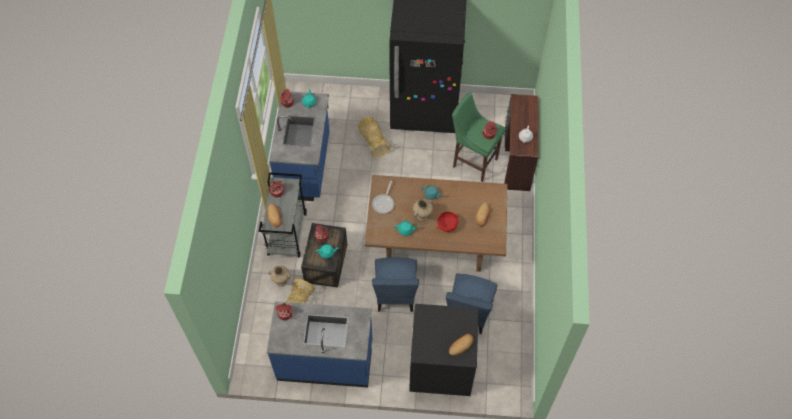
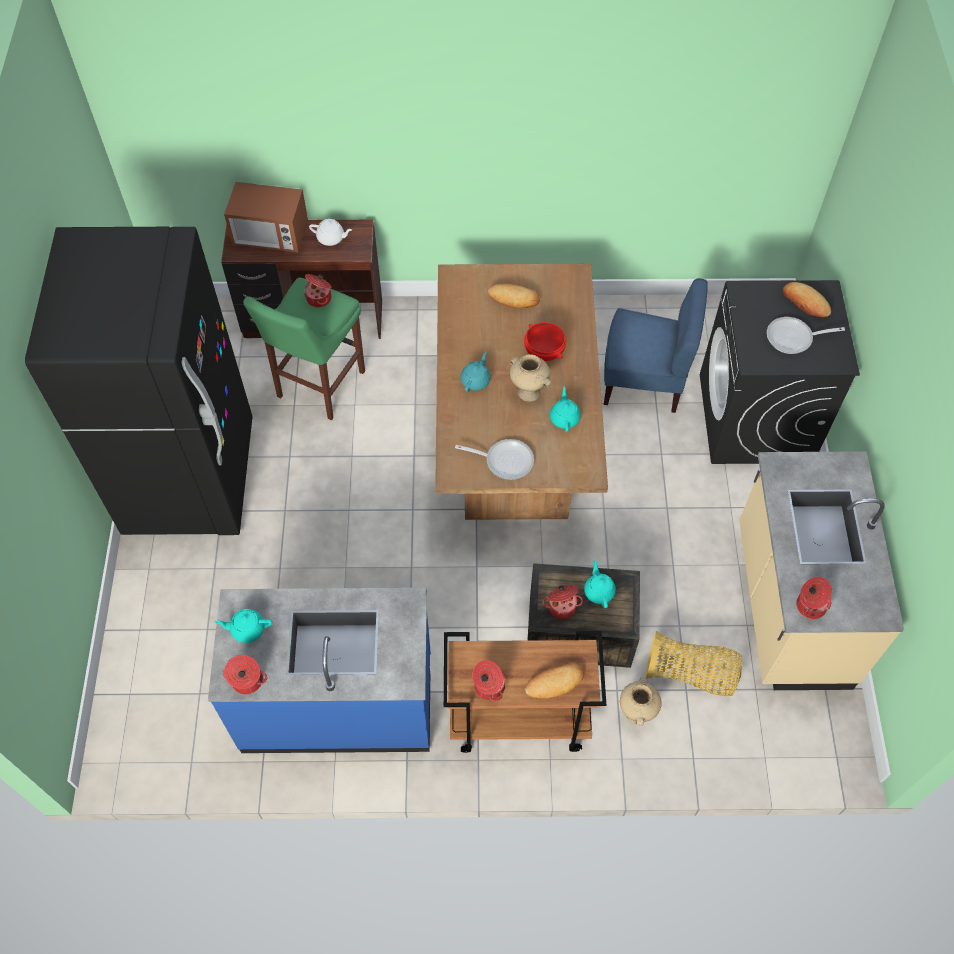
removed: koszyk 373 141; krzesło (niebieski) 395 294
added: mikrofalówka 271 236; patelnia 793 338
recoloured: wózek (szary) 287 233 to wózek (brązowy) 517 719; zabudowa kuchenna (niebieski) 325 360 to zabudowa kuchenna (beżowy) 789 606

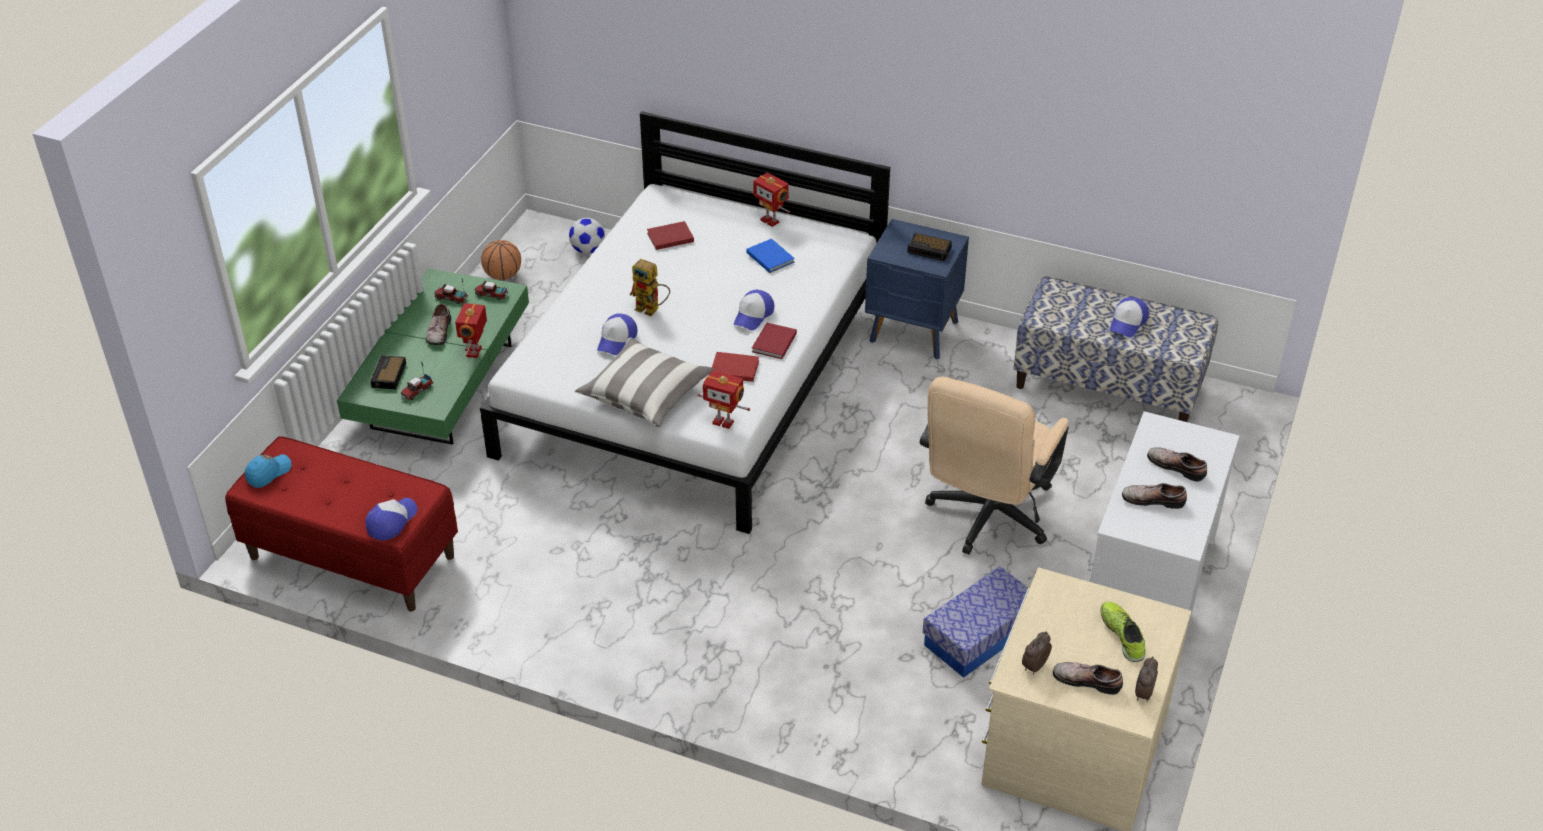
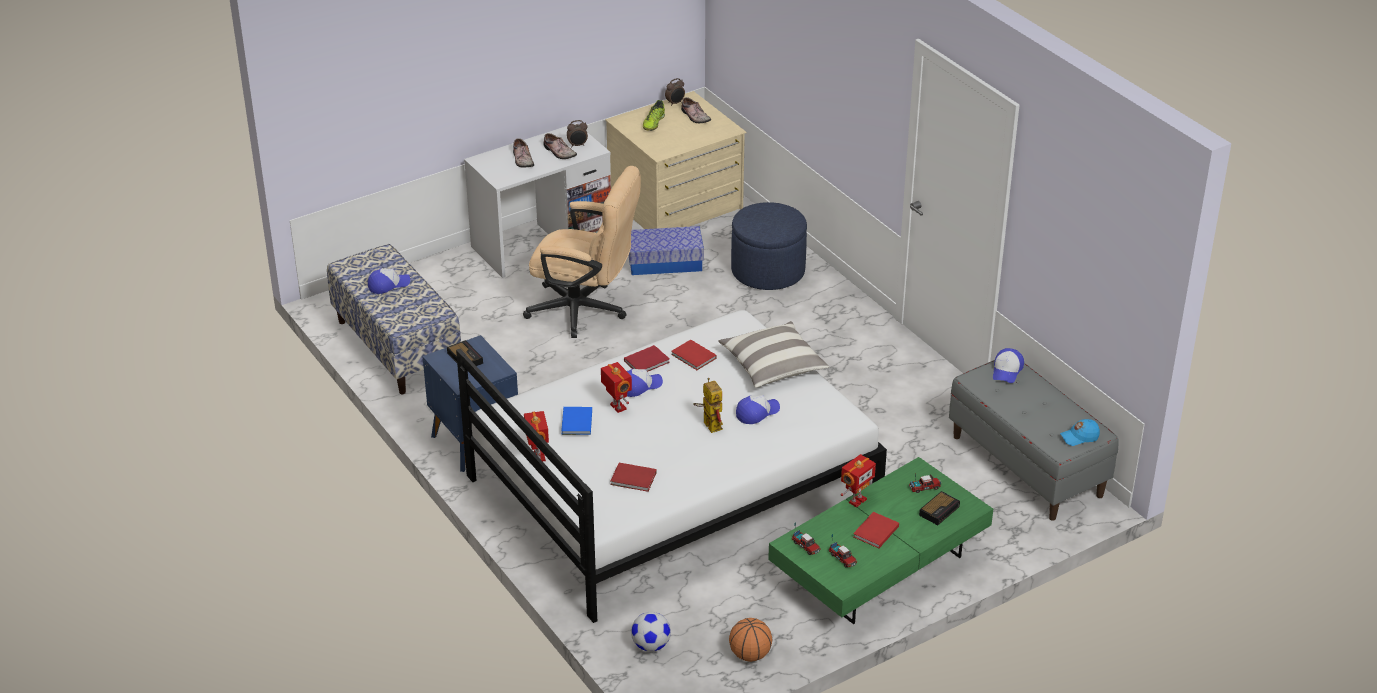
added: pufa (niebieski) 768 271
moved: robot zabawkowy 723 421 to 617 407; budzik 1034 666 to 577 145
replaced: but 438 331 to książka (czerwony) 874 532
recoloured: ławka (czerwony) 351 557 to ławka (szary) 1027 466
turned: czapka z daszkiem 391 521 = 1007 370 45 degrees counterclockwise; krzesło biurowe (beżowy) 986 519 = 585 311 45 degrees clockwise

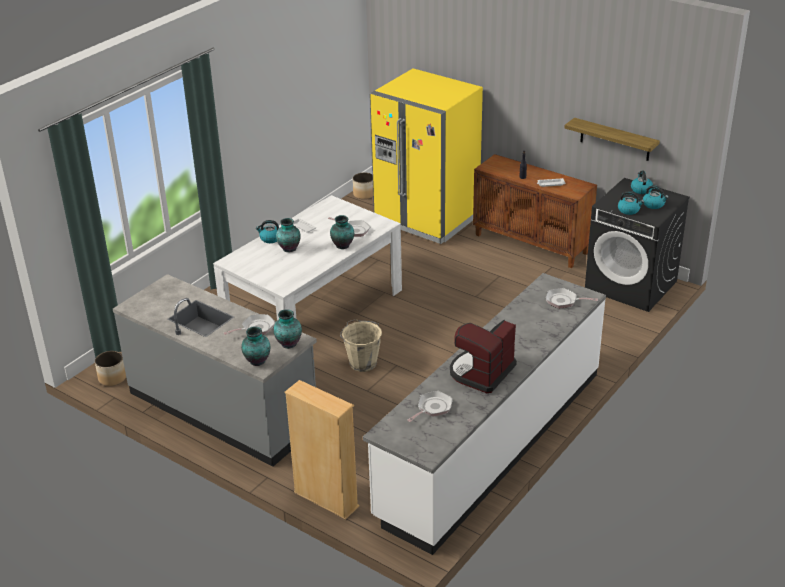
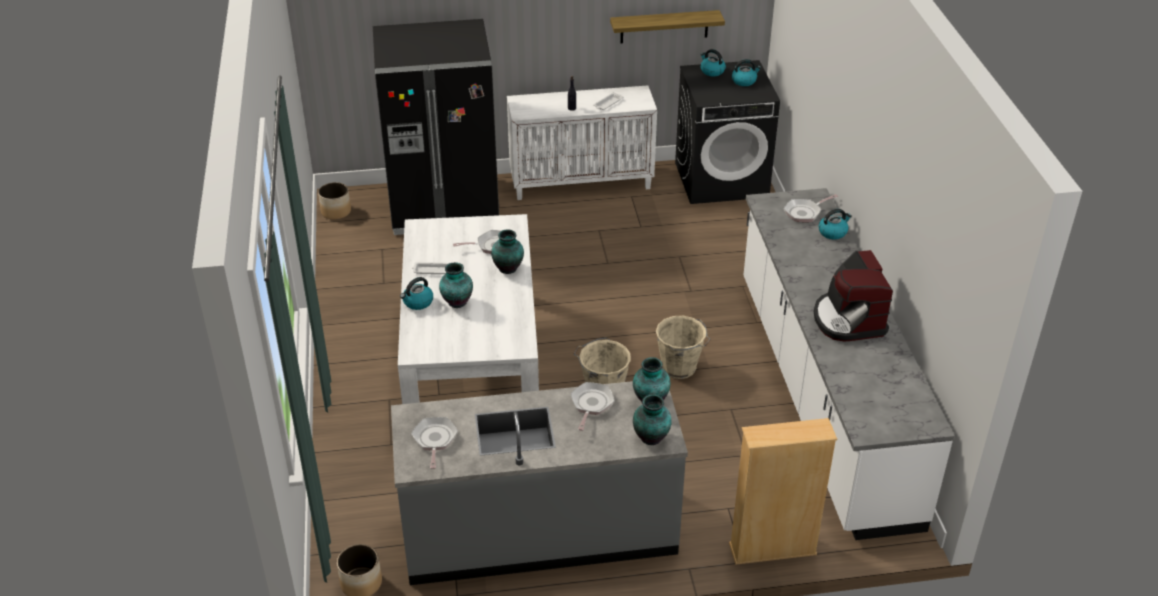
added: wiadro (beżowy) 680 368
moved: patelnia 432 408 to 434 440; czajnik 629 210 to 833 232
recoloured: lodówka (żółty) 426 219 to lodówka (czarny) 443 207; szafka (brązowy) 532 244 to szafka (biały) 582 182

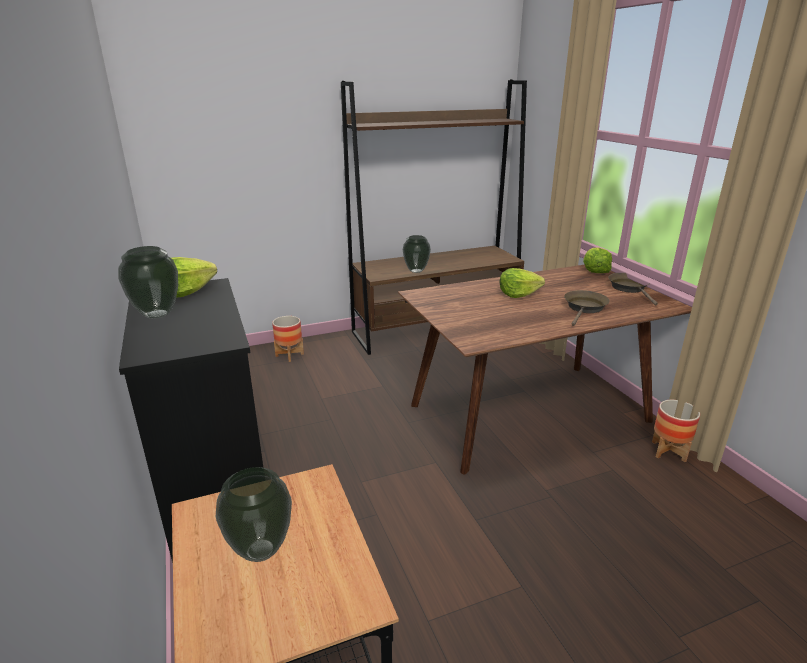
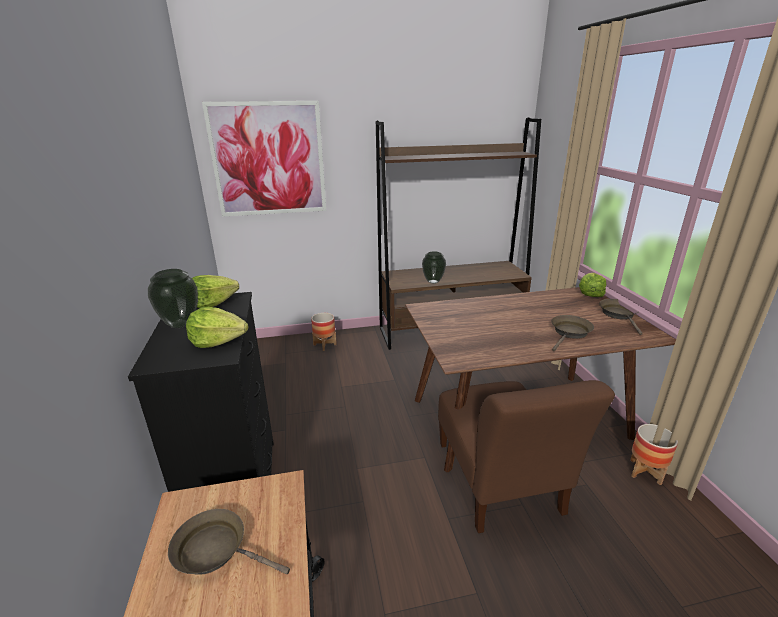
added: obraz 268 160; krzesło (brązowy) 499 482
moved: sałata 518 294 to 218 341
replaced: wazon 260 549 to patelnia (brązowy) 216 550

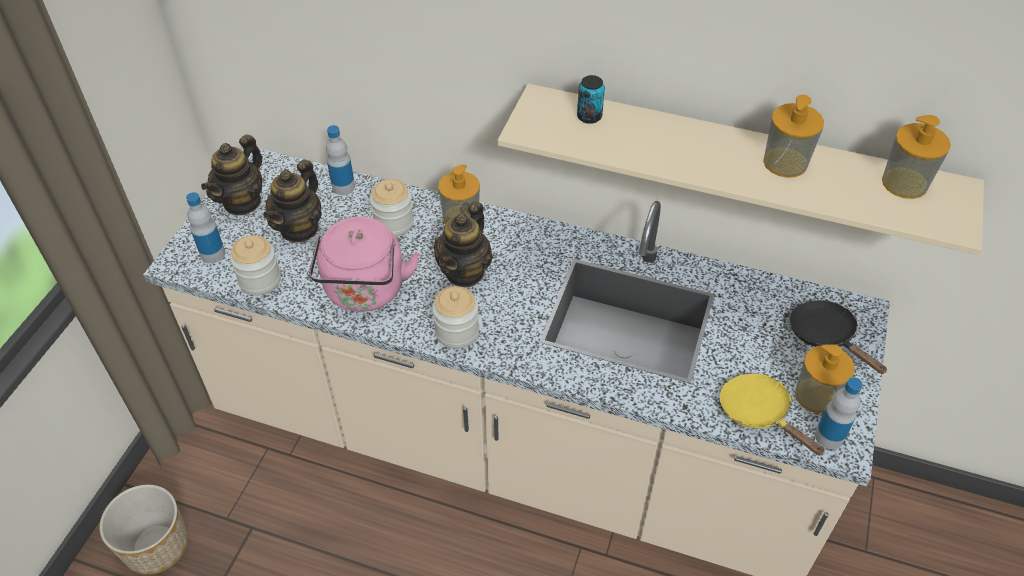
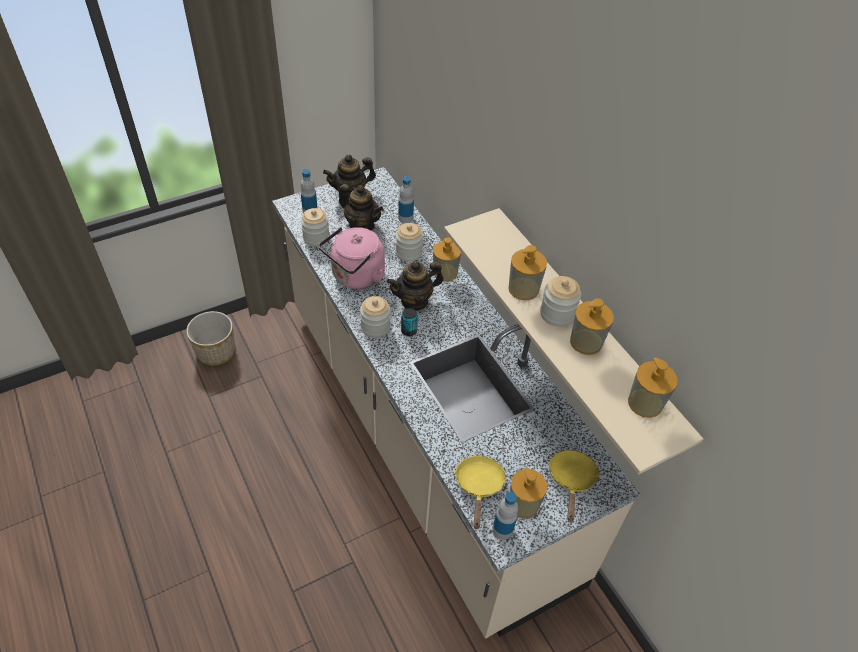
added: dozownik mydła 523 289; słoik 557 314
moved: puszka 589 116 to 409 331
recoloured: patelnia (czarny) 826 336 to patelnia (żółty) 572 480
turned: imbryk 299 228 = 361 225 120 degrees counterclockwise

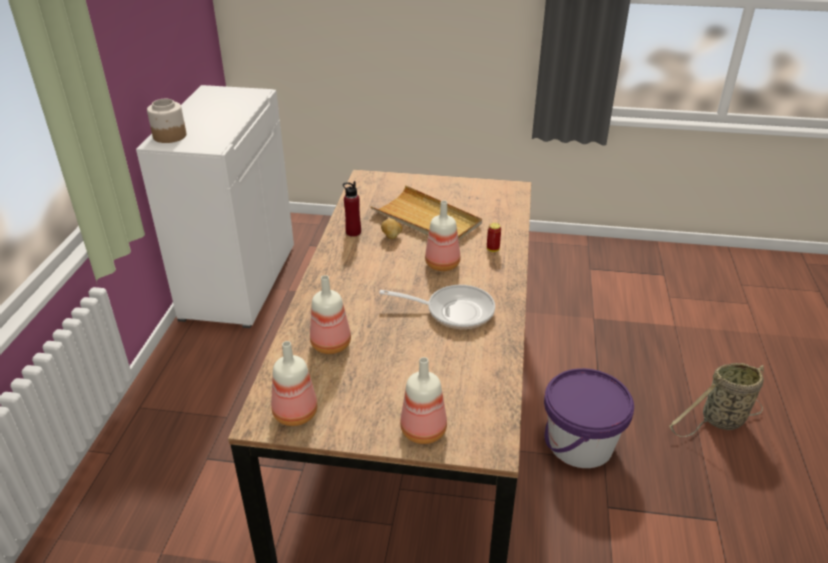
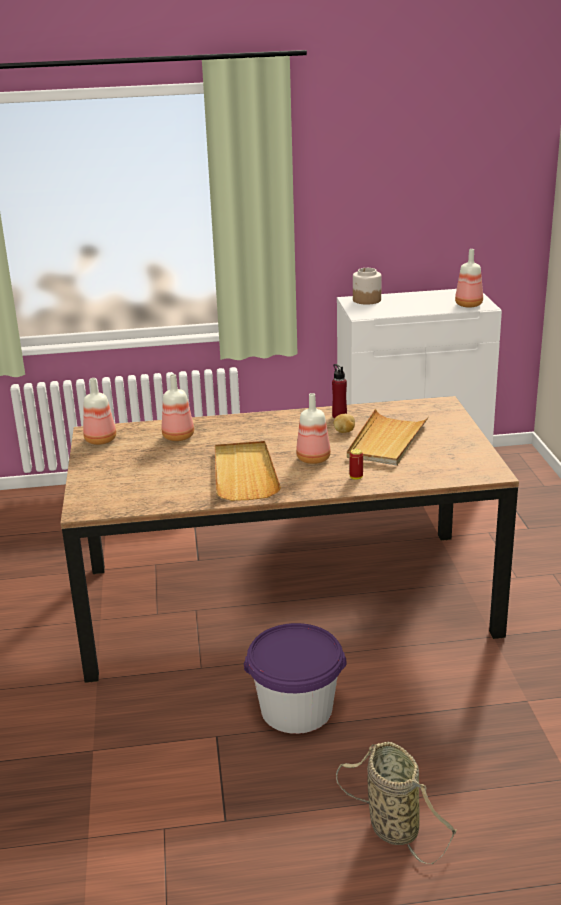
moved: butelka 424 430 to 469 305
replaced: patelnia 454 311 to taca (beżowy) 244 474

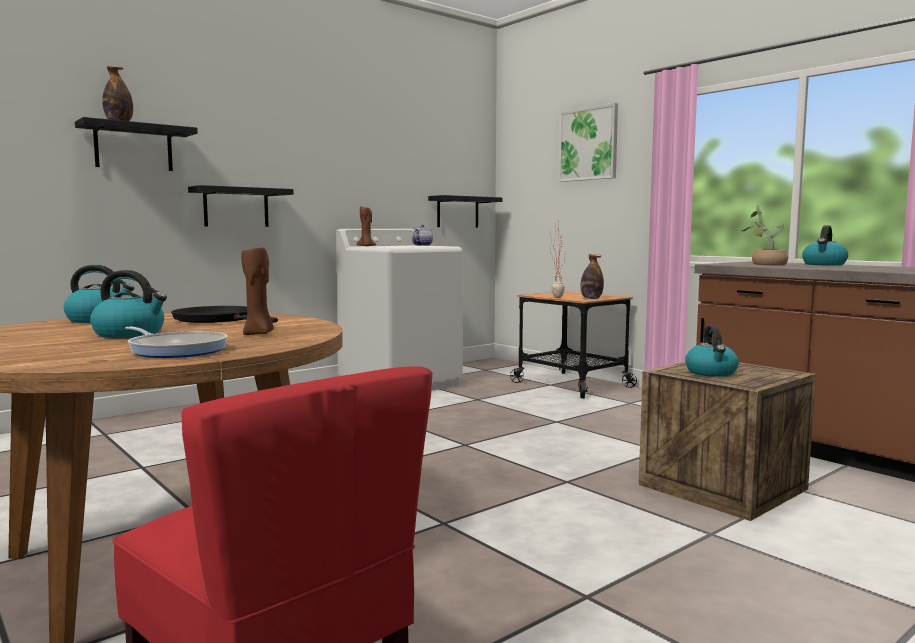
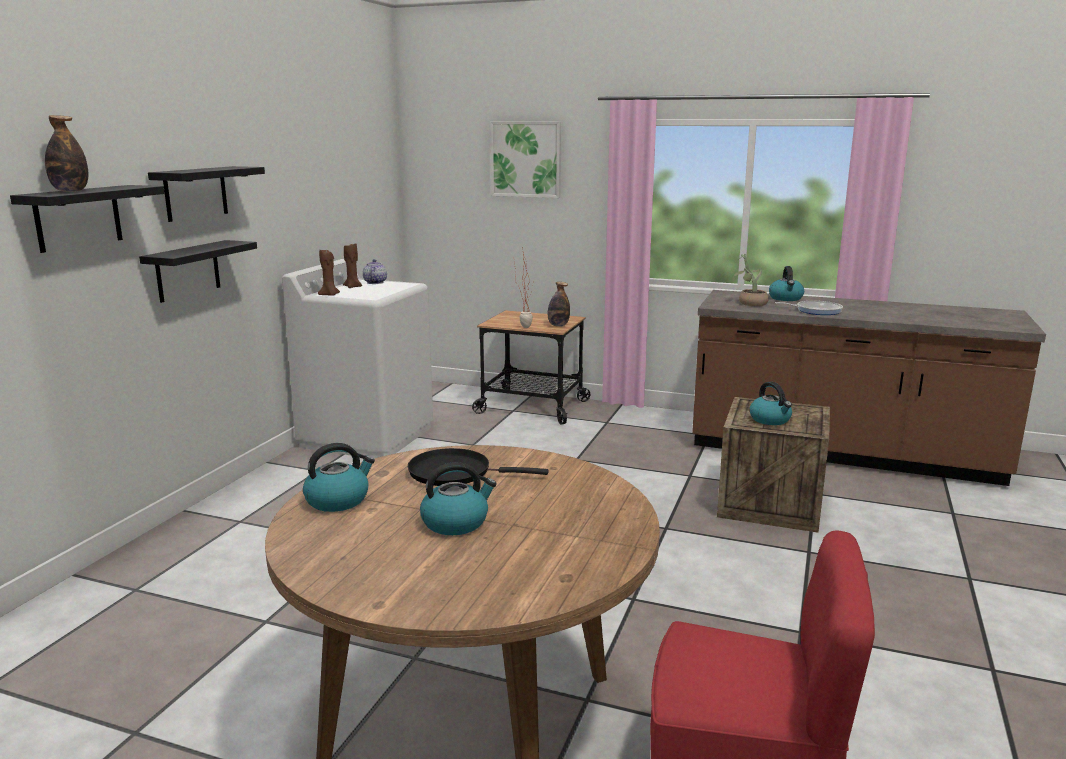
moved: patelnia 176 350 to 815 311; świeca (brązowy) 259 334 to 353 287; półka (czarny) 457 212 to 196 193

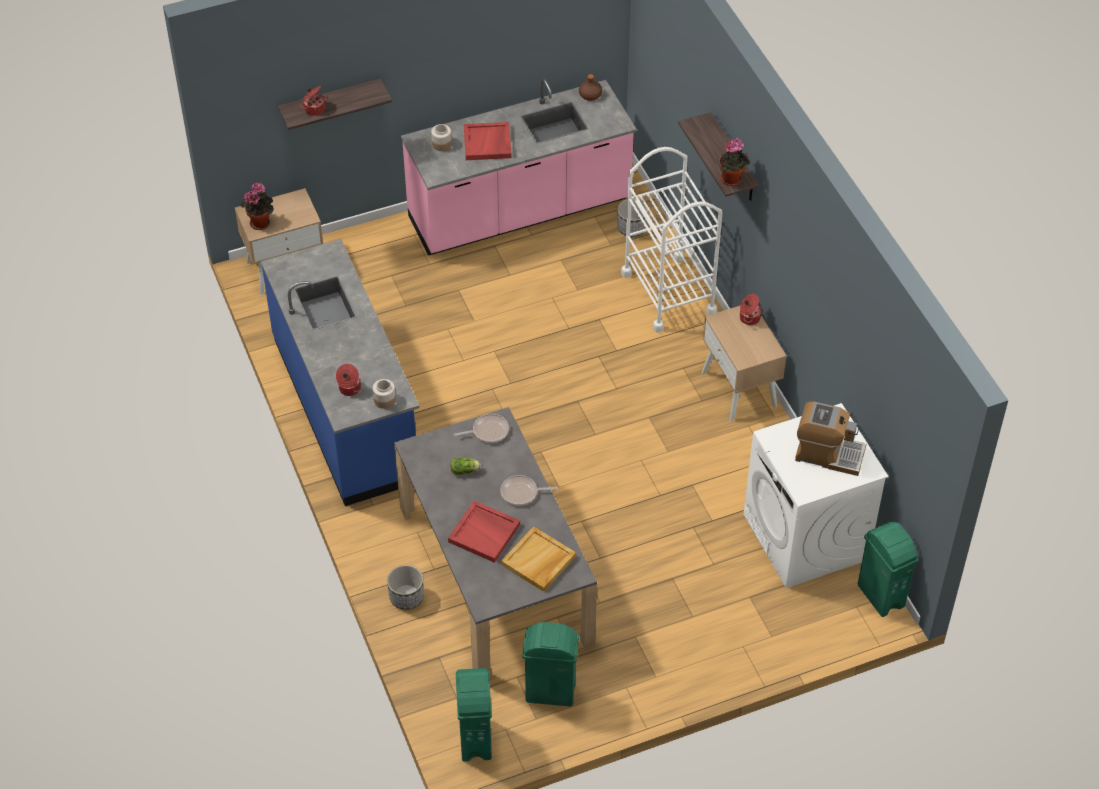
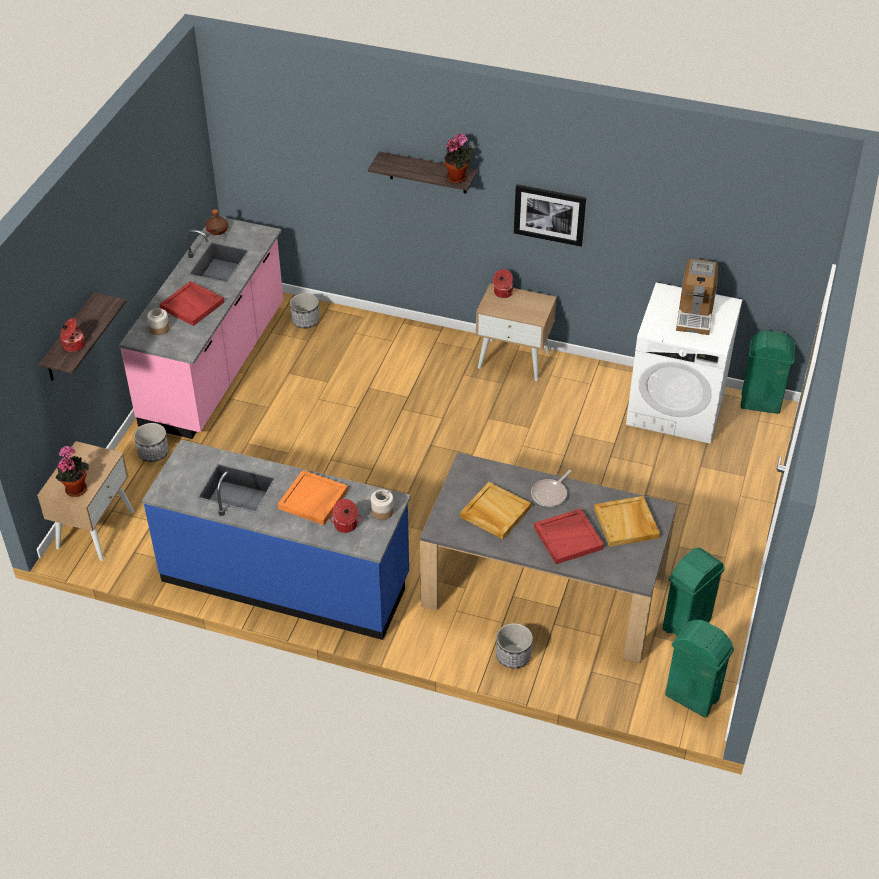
removed: patelnia 488 431; wózek (biały) 668 293
added: donica 153 452; taca (pomarańczowy) 313 500; obraz 549 214
replaced: sałata 465 470 to taca (beżowy) 494 512
turned: ekspres do kawy 828 454 = 695 314 135 degrees clockwise

